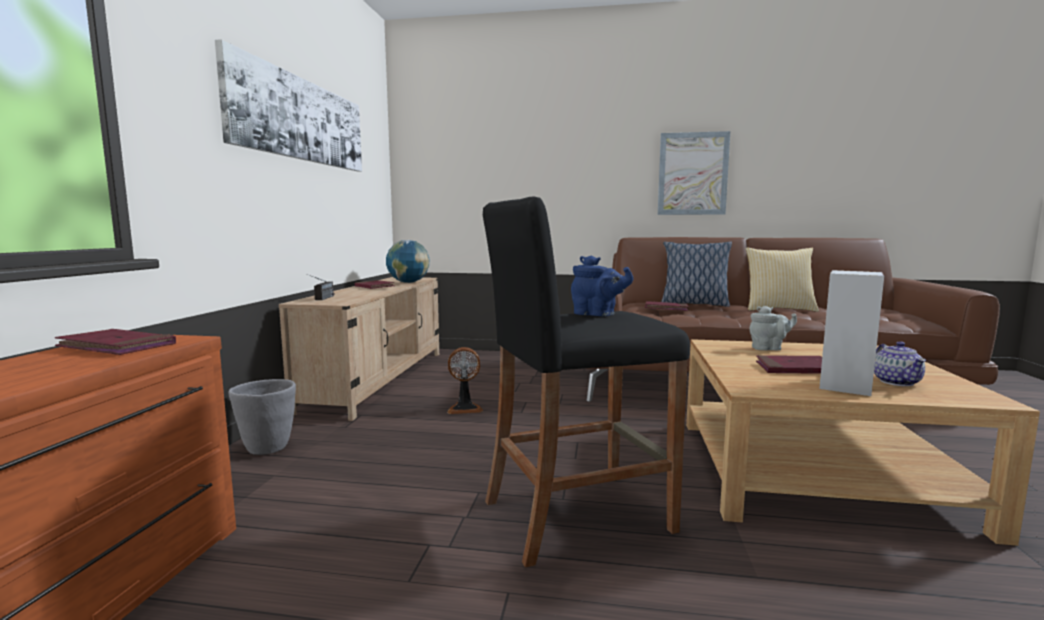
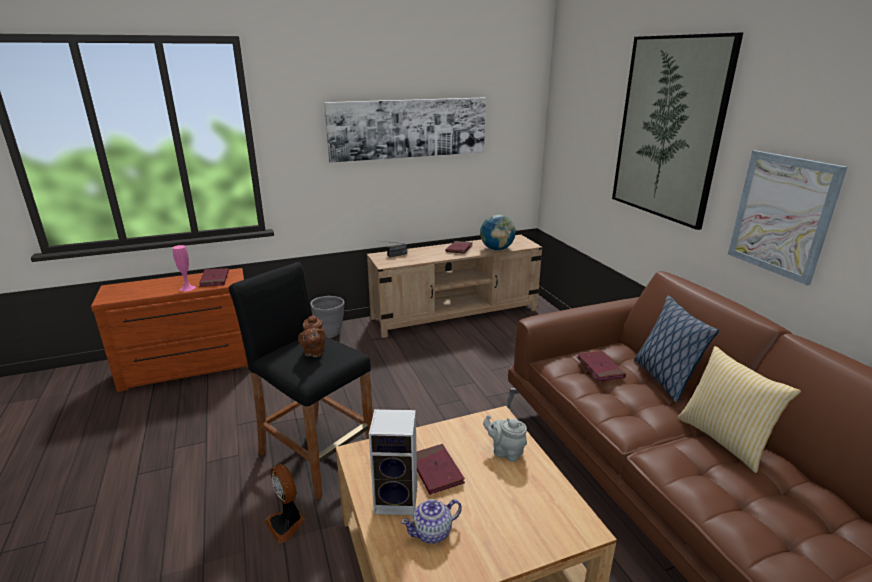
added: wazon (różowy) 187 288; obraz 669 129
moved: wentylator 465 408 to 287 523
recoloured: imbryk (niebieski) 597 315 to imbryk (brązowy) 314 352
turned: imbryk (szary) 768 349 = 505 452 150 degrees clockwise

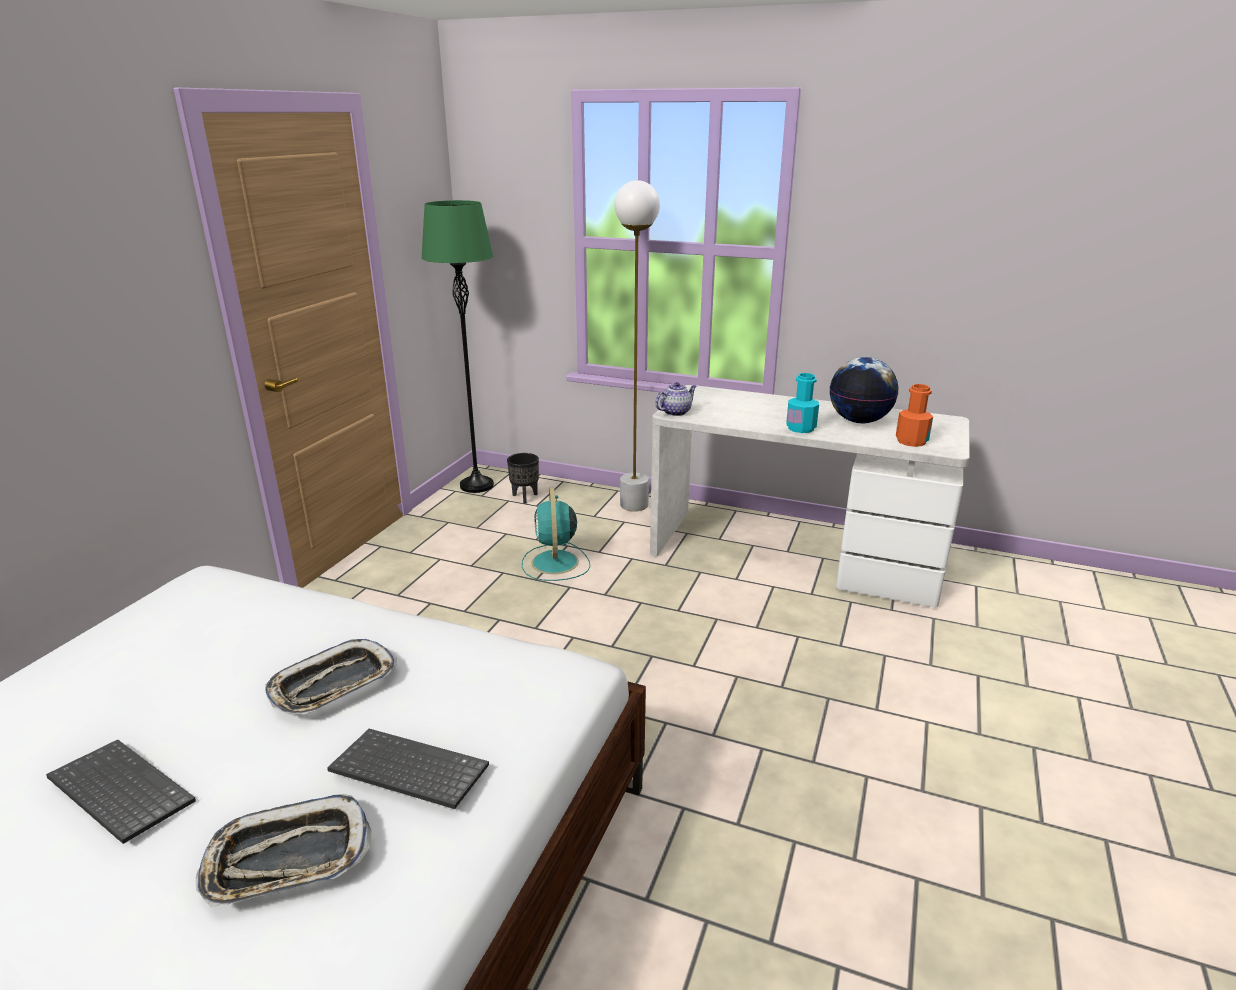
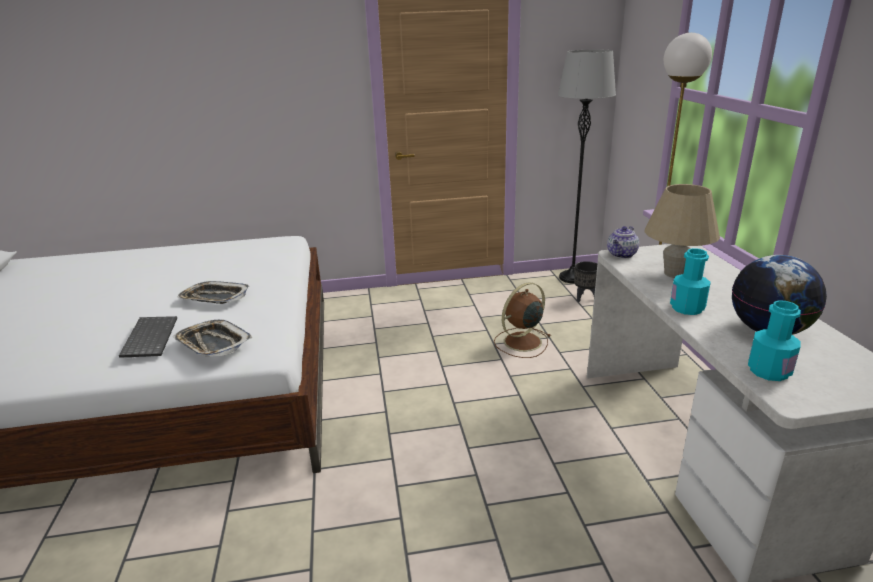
removed: klawiatura 117 793
added: lampa stołowa (beżowy) 675 274
moved: taca 287 859 to 213 343
recoloured: lampa stojąca (zielony) 477 485 to lampa stojąca (szary) 572 278; wentylator (turkusowy) 555 563 to wentylator (brązowy) 521 342; butelka (pomarańczowy) 911 441 to butelka (turkusowy) 769 371
turned: imbryk 676 412 = 621 255 105 degrees clockwise

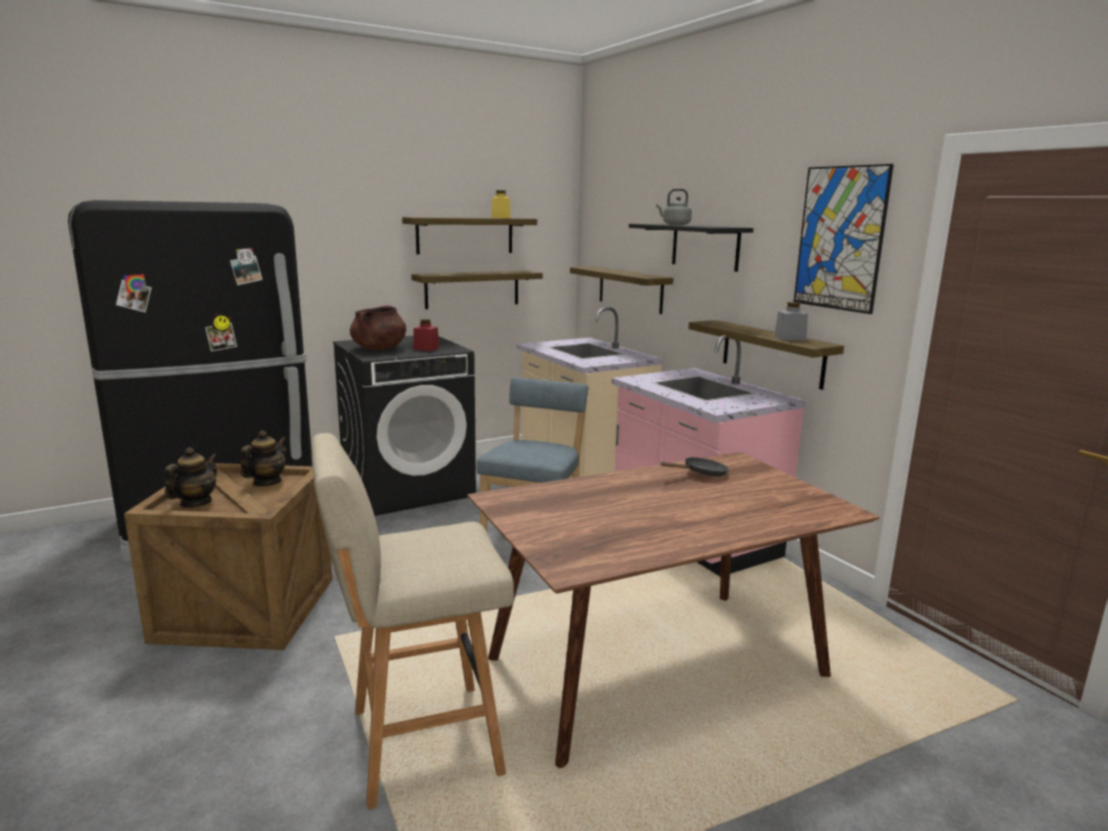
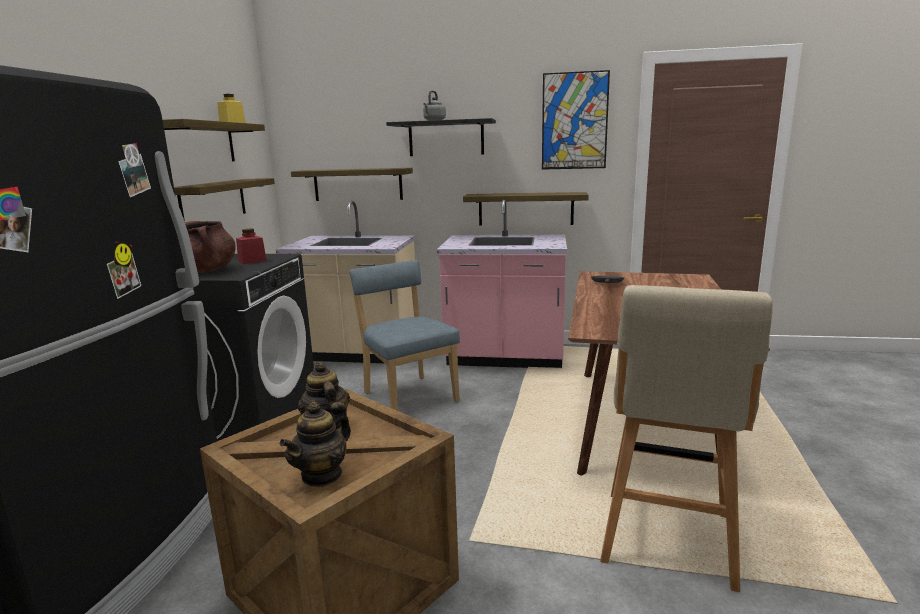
removed: słoik (szary) 789 338
turned: imbryk 195 503 = 322 475 120 degrees counterclockwise

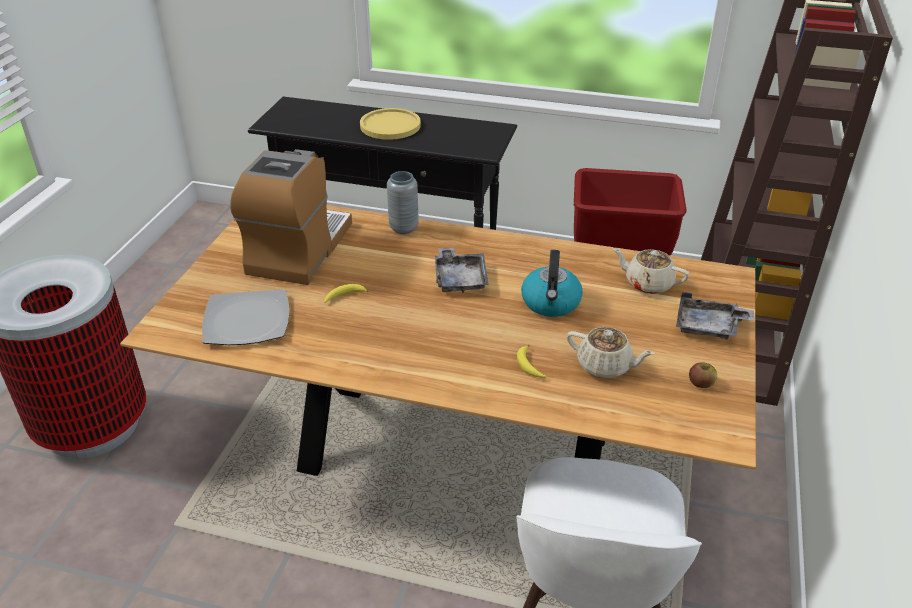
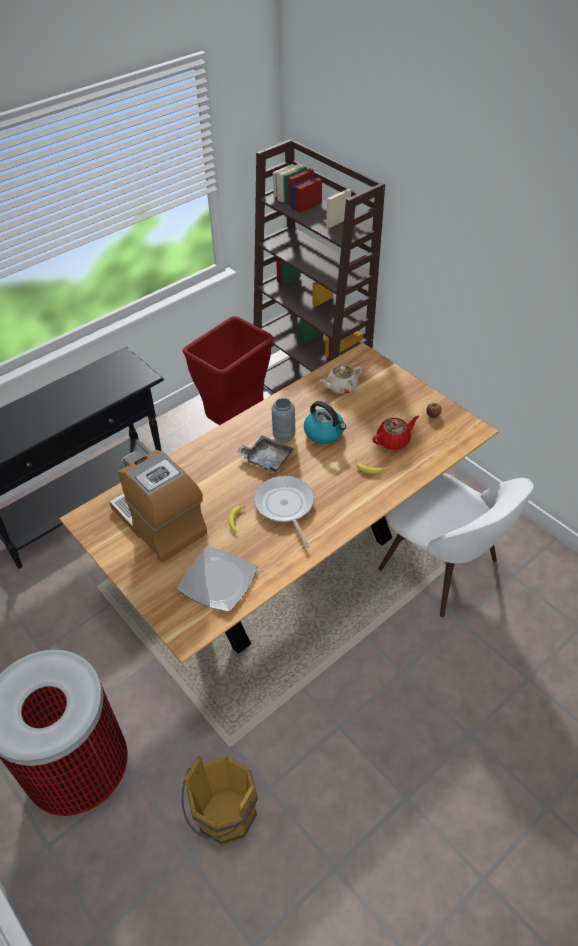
removed: talerz (żółty) 390 125; taca (szary) 709 327
added: wiadro (brązowy) 224 820; patelnia 285 506
moved: wazon (szary) 403 228 to 284 436
recoloured: imbryk (beżowy) 605 366 to imbryk (czerwony) 394 441

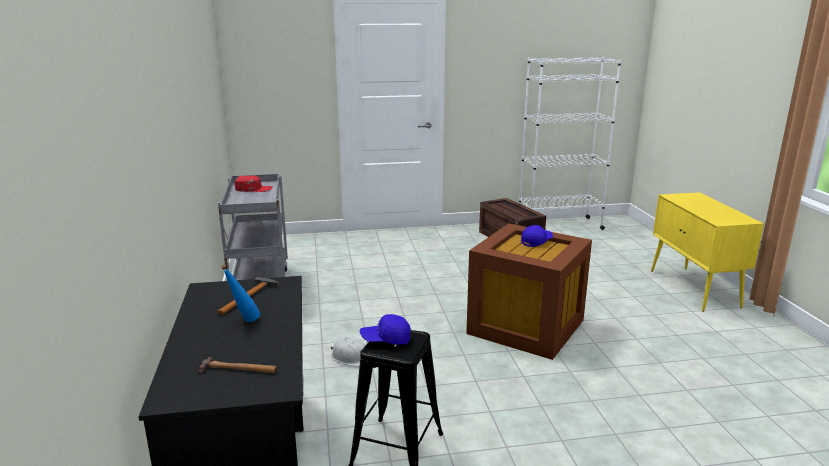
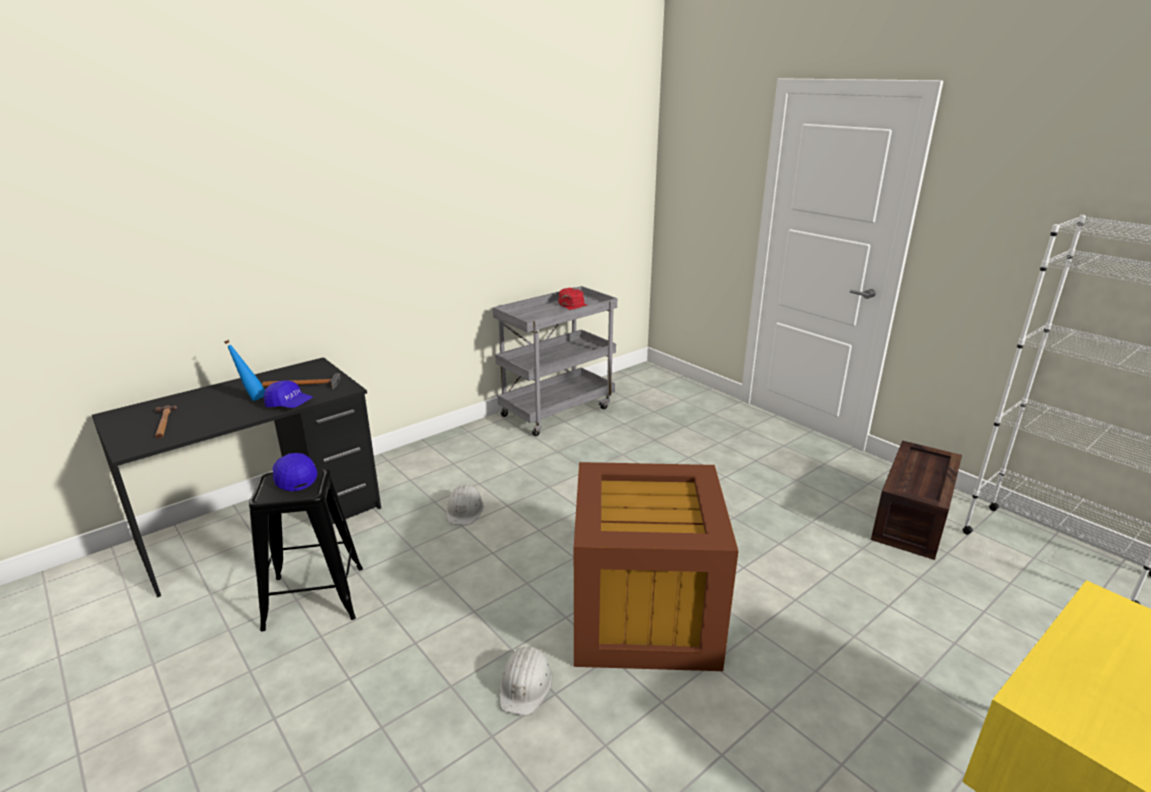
added: kask (biały) 526 684
moved: czapka z daszkiem (niebieski) 536 242 to 289 405

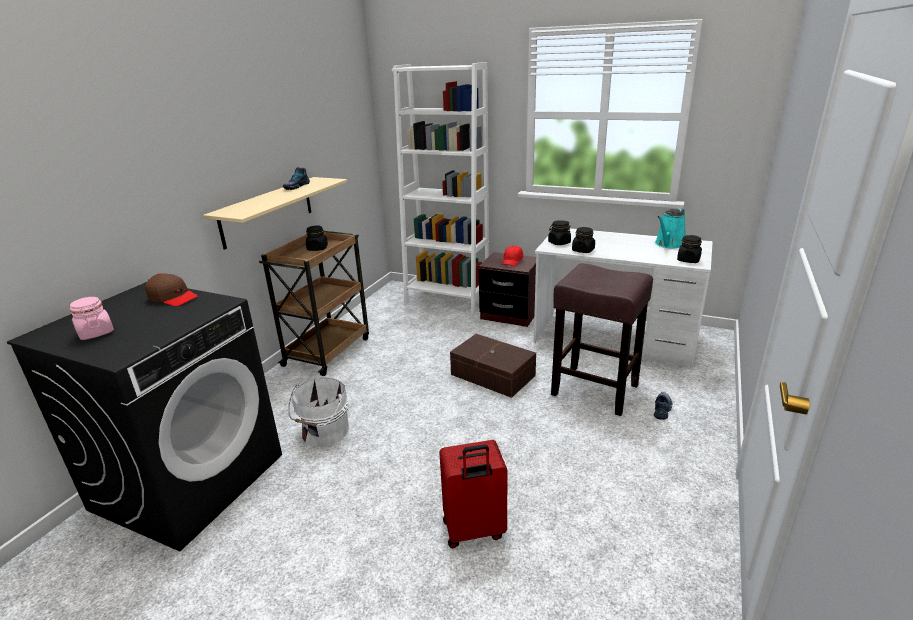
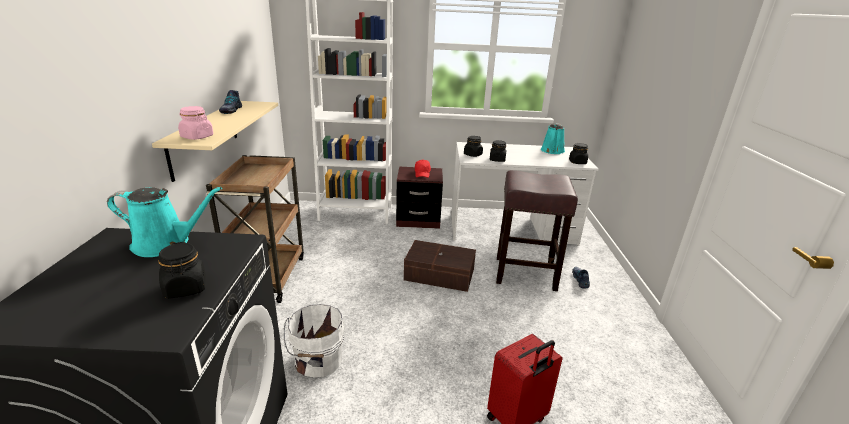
moved: słoik (różowy) 95 333 to 197 137; słoik (czarny) 317 248 to 185 288
replaced: czapka z daszkiem (brązowy) 173 297 to konewka (turkusowy) 166 244

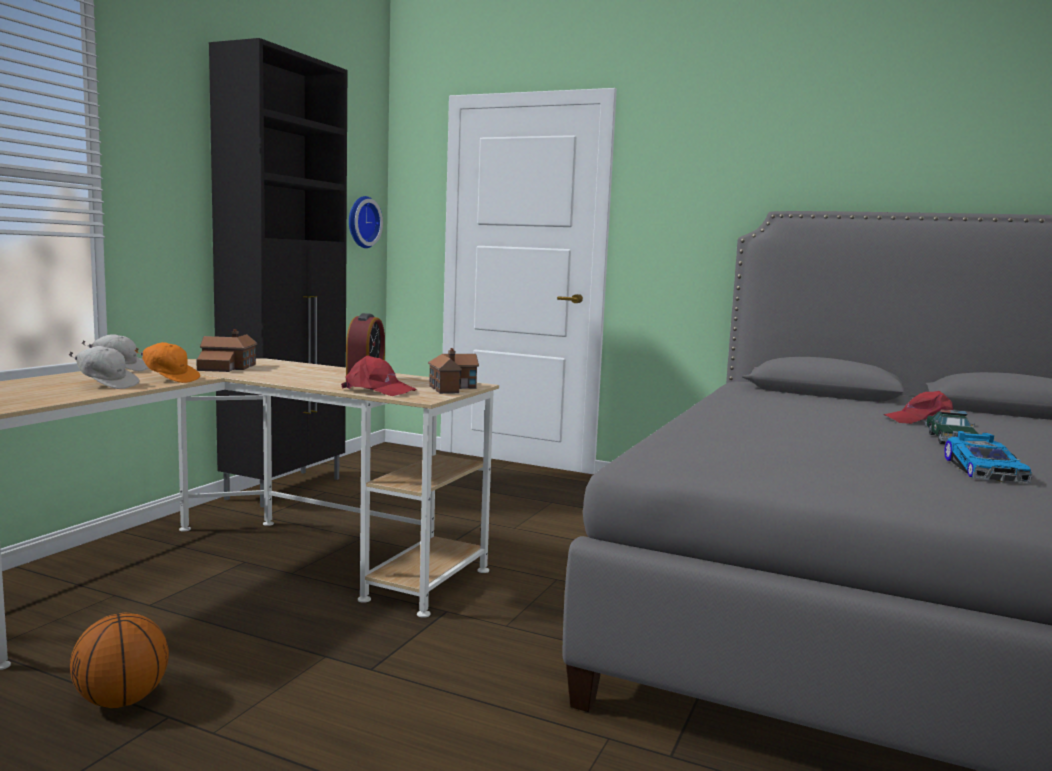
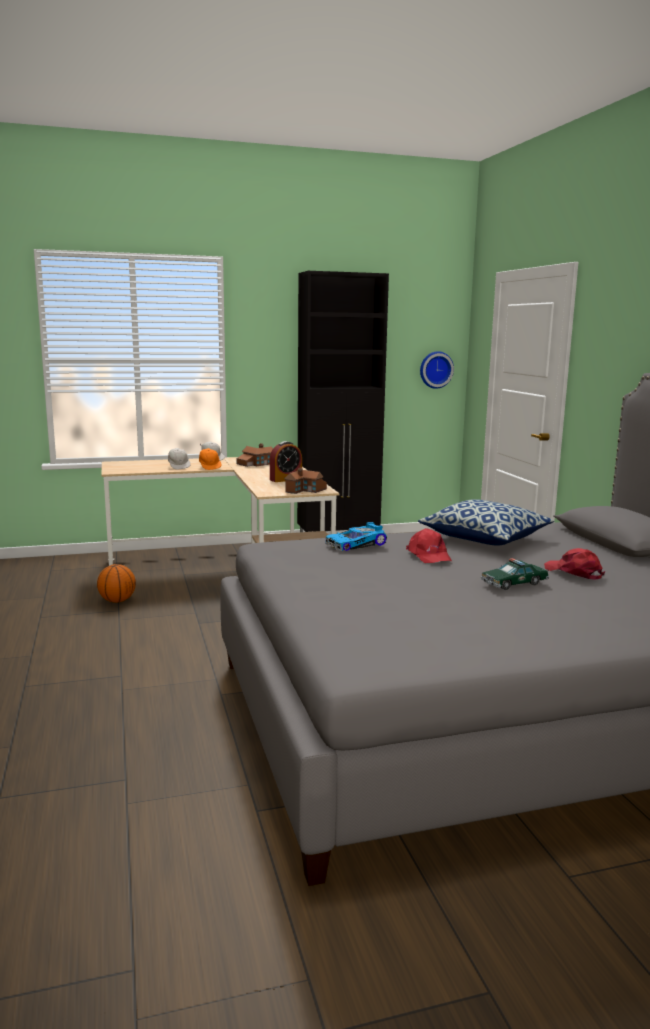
added: poduszka 485 538
moved: czapka z daszkiem (czerwony) 378 390 to 428 555; samochodzik 986 470 to 356 544

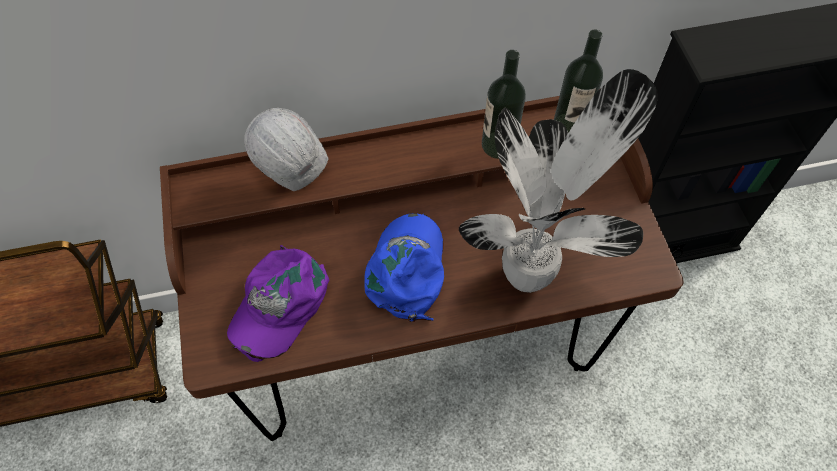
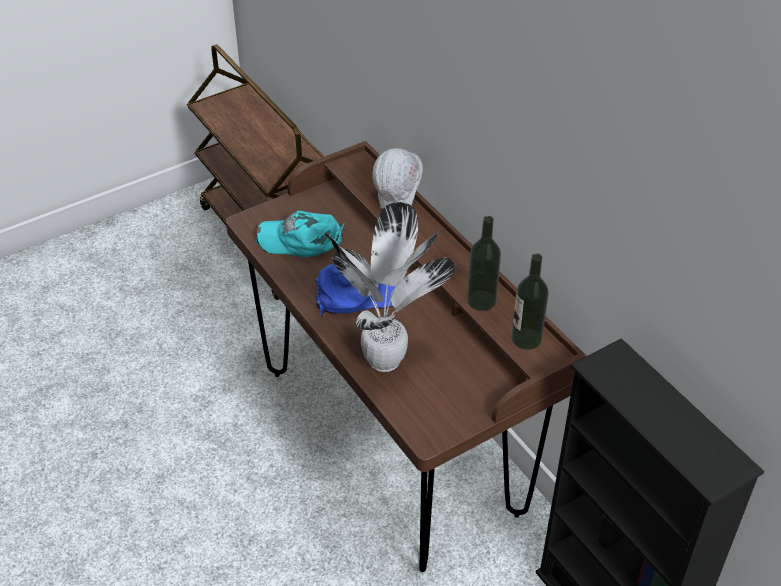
recoloured: czapka z daszkiem (fioletowy) 279 304 to czapka z daszkiem (turkusowy) 301 239

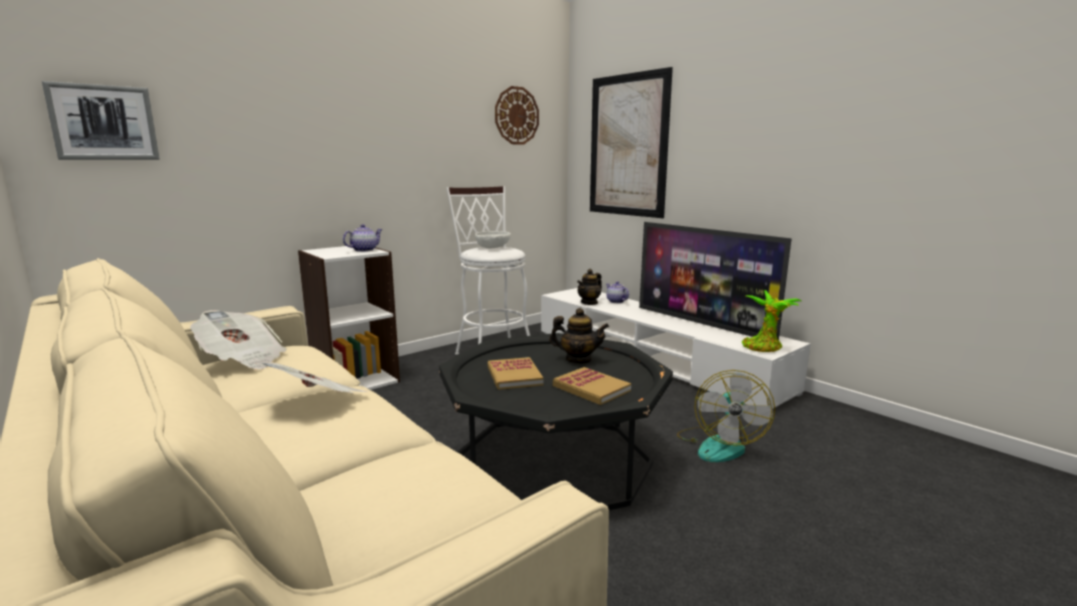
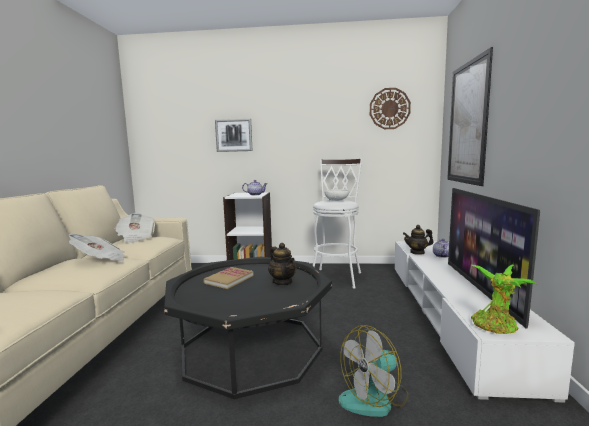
removed: książka 591 388
moved: obraz 104 123 to 234 135

